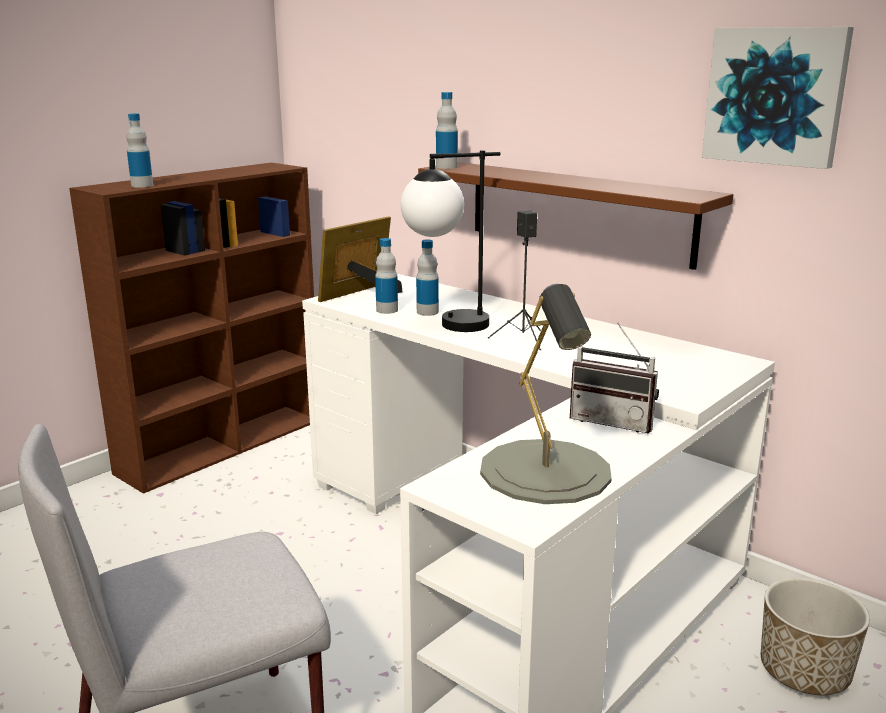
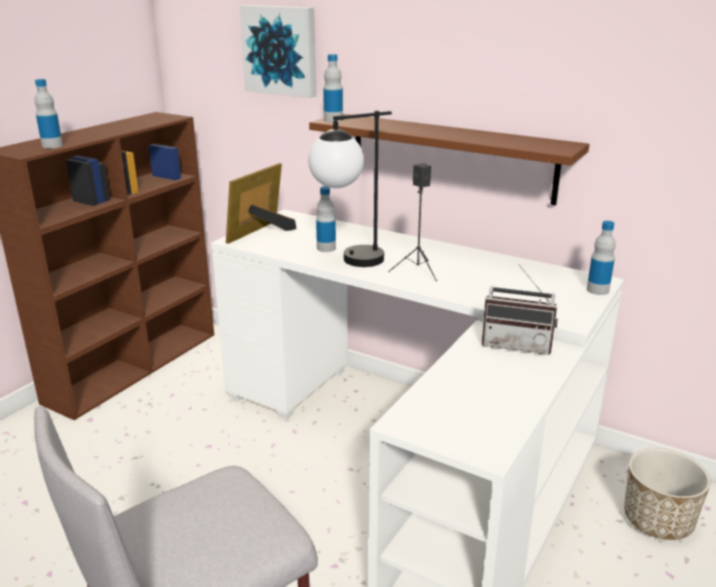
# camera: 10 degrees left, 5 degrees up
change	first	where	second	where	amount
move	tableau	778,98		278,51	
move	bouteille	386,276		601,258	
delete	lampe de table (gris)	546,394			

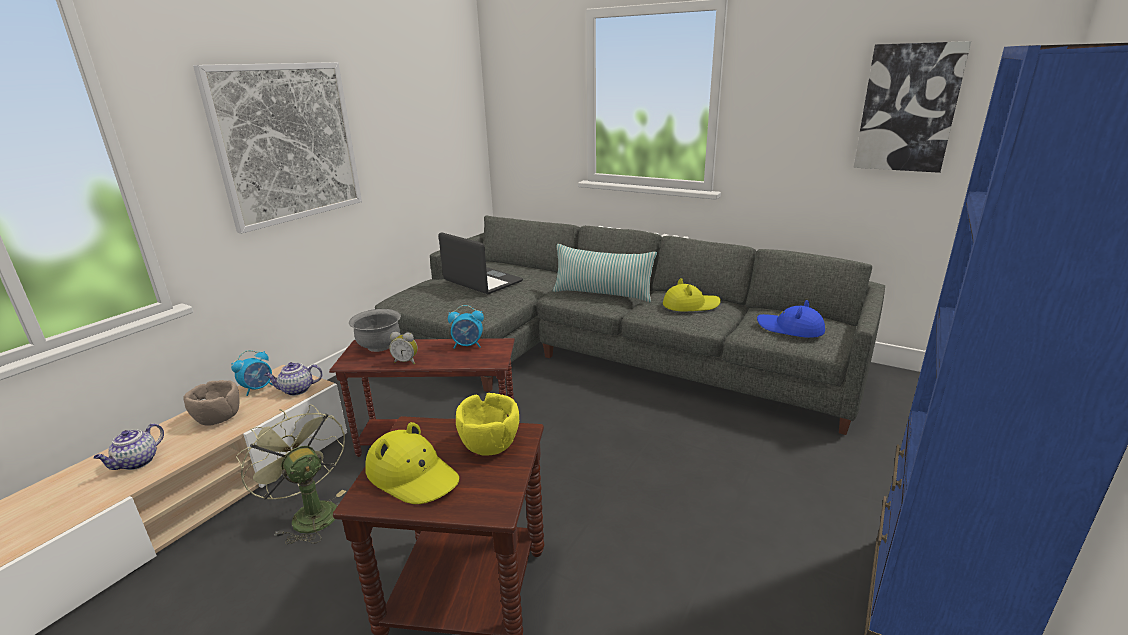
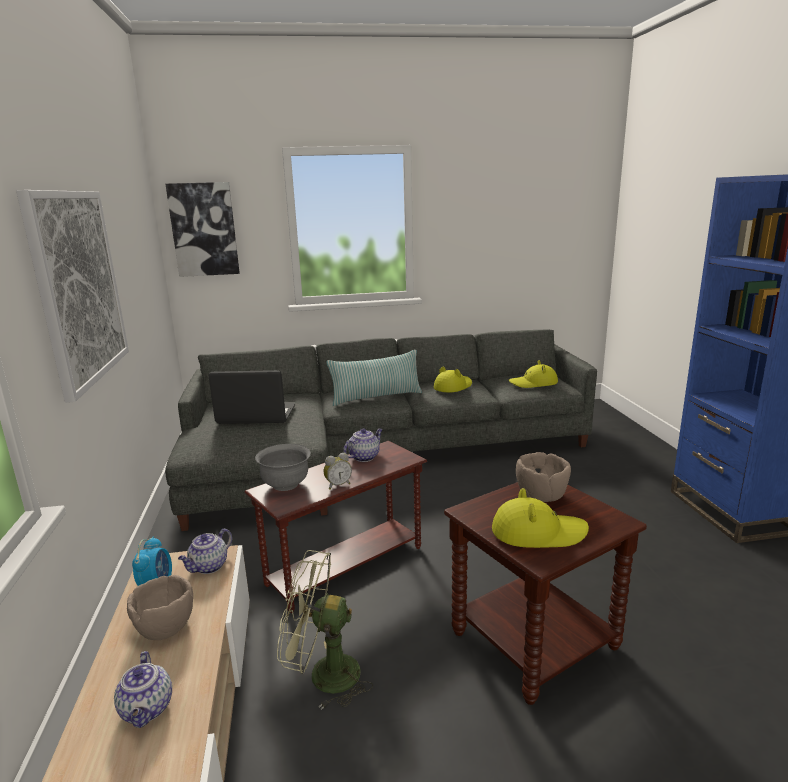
# camera: 40 degrees left, 5 degrees down
change	first	where	second	where	amount
move	tableau	912,107		202,229	
replace	réveil	466,327	théière	363,445	
recolor	chapeau (bleu)	791,319	chapeau (jaune)	533,374	
recolor	bol (jaune)	487,424	bol (marron)	543,477	

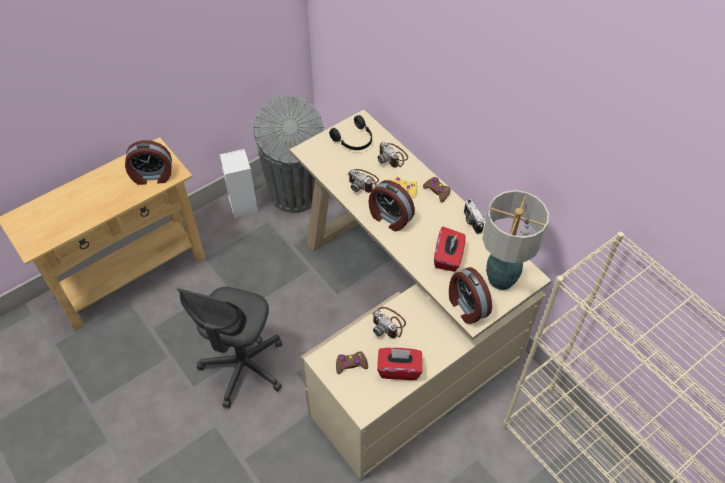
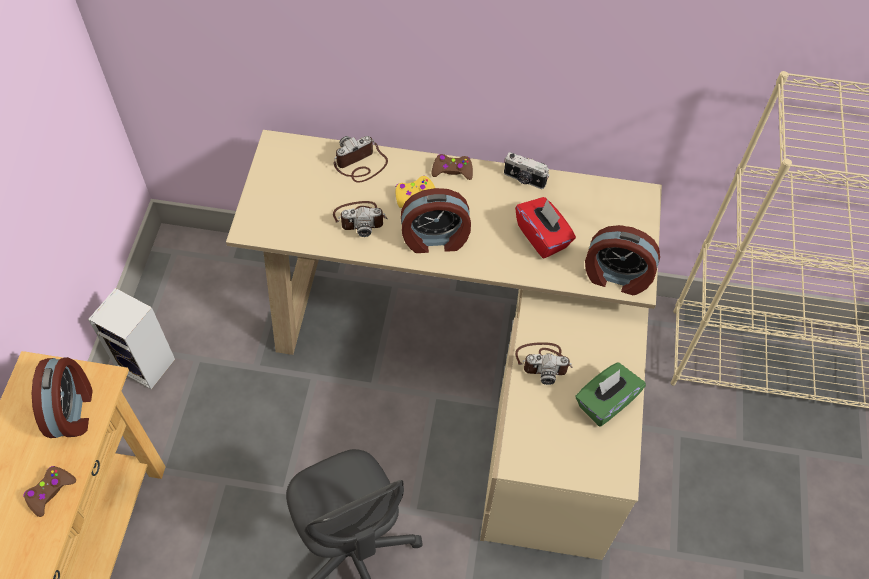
# camera: 45 degrees left, 5 degrees up
change	first	where	second	where	amount
move	manette (marron)	352,362		49,491	
rotate	réveil	148,162		62,397	45 degrees counterclockwise
rotate	appareil photo	393,154		361,159	135 degrees clockwise
recolor	boîte à mouchoirs (rouge)	399,364	boîte à mouchoirs (vert)	610,394	
delete	poubelle (gris)	289,154			
delete	casque audio (noir)	350,132			
delete	lampe de table	515,240			

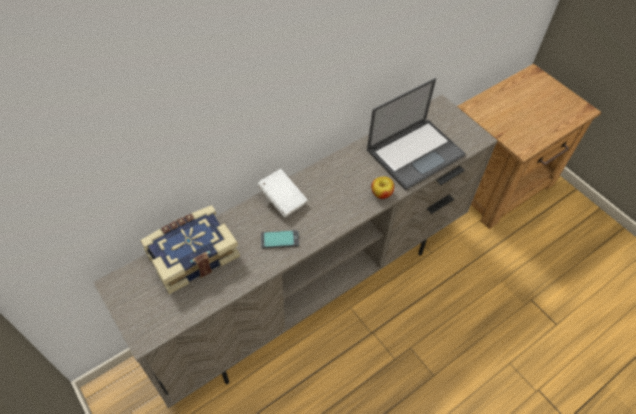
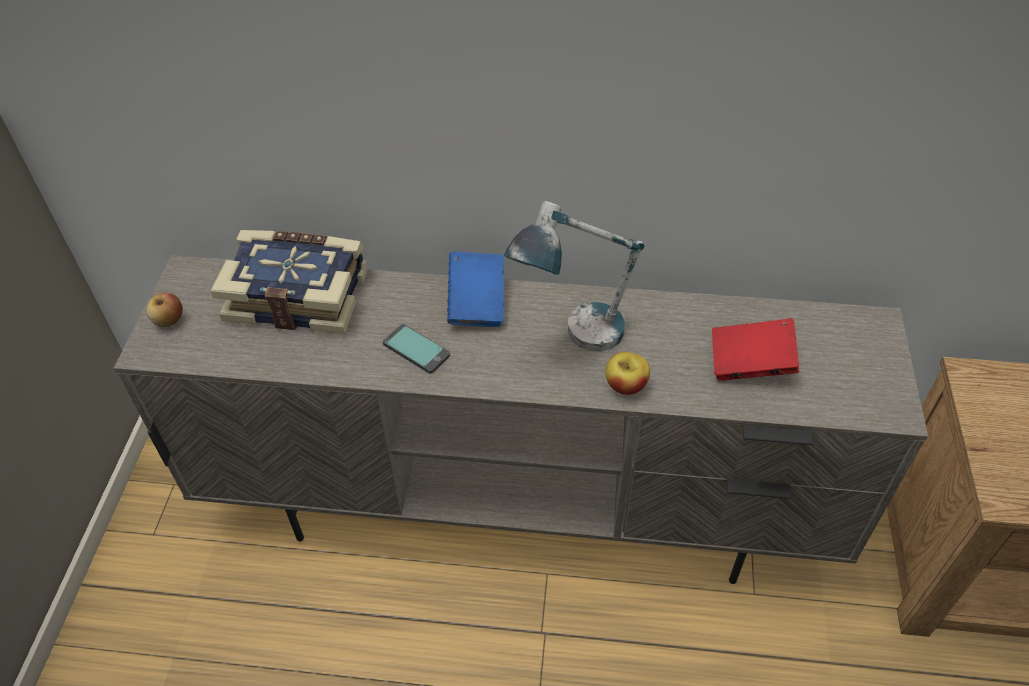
# camera: 45 degrees right, 5 degrees down
change	first	where	second	where	amount
insert			pomme	165,310	
recolor	livre (blanc)	282,193	livre (bleu)	475,289	
insert			lampe de table	574,276	
replace	ordinateur portable	416,134	livre (rouge)	755,349	

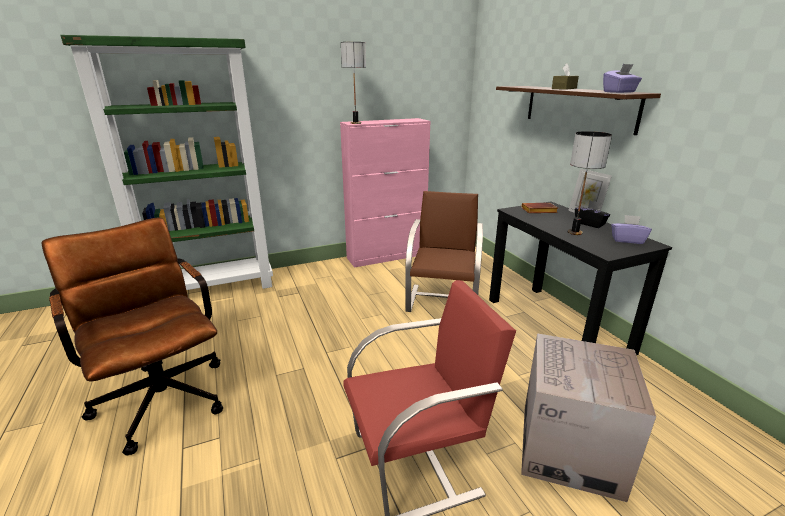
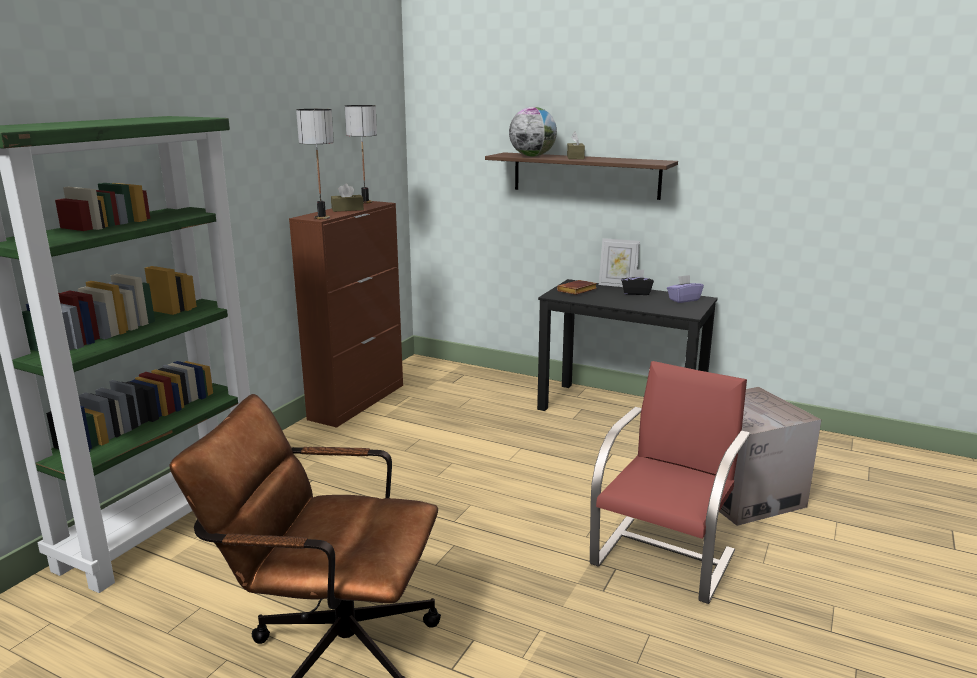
# camera: 40 degrees left, 5 degrees down
change	first	where	second	where	amount
recolor	meuble de rangement (rose)	385,193	meuble de rangement (marron)	346,314	
insert			boîte à mouchoirs (marron)	347,198	
move	lampe de table	590,183		361,154	
insert			globe	533,132	
delete	chaise (marron)	444,251			
delete	boîte à mouchoirs (violet)	622,78			

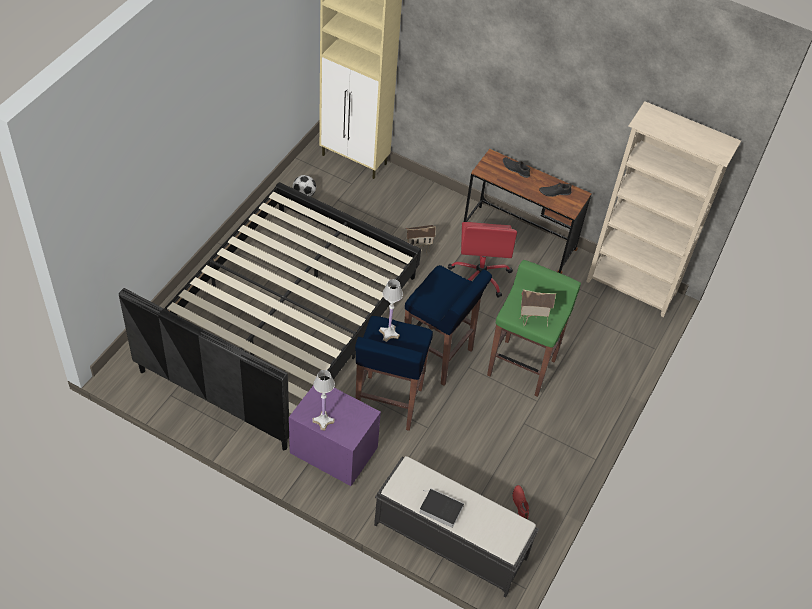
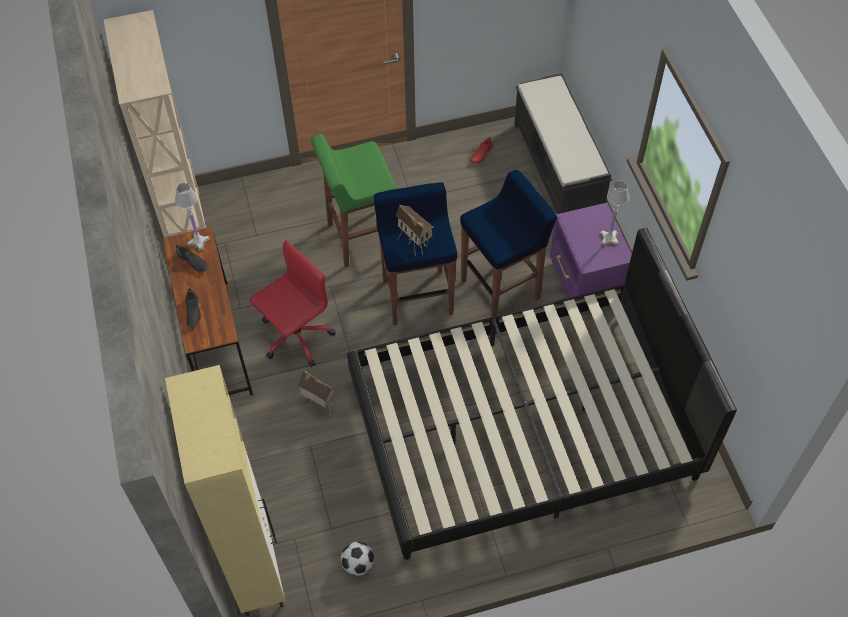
# camera: 130 degrees left, 5 degrees up
change	first	where	second	where	amount
move	lampe de table (blanc)	391,310		193,217	
move	maison miniature	538,308		415,230	
delete	livre	441,508			

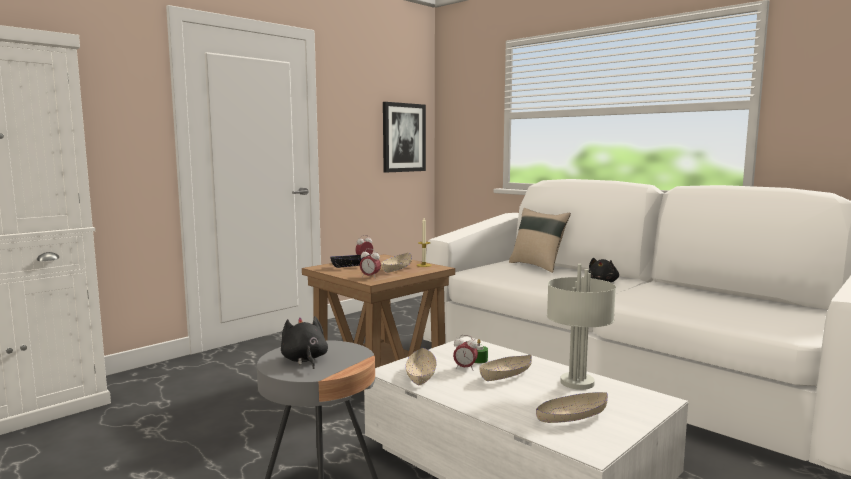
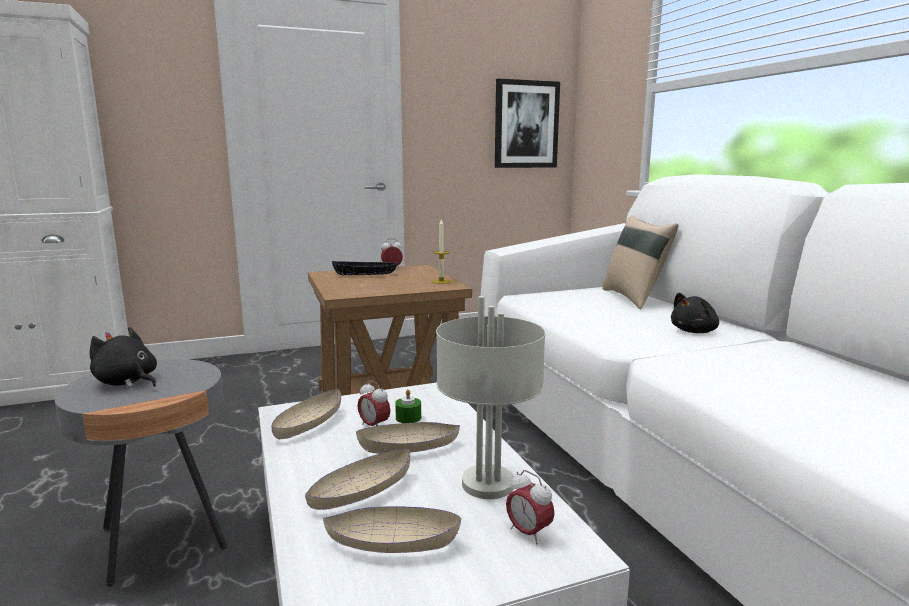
# camera: 25 degrees right, 5 degrees up
change	first	where	second	where	amount
rotate	peluche (noir)	304,342		123,357	60 degrees counterclockwise
move	bol (beige)	396,263		357,479	
move	réveil	370,263		530,507	

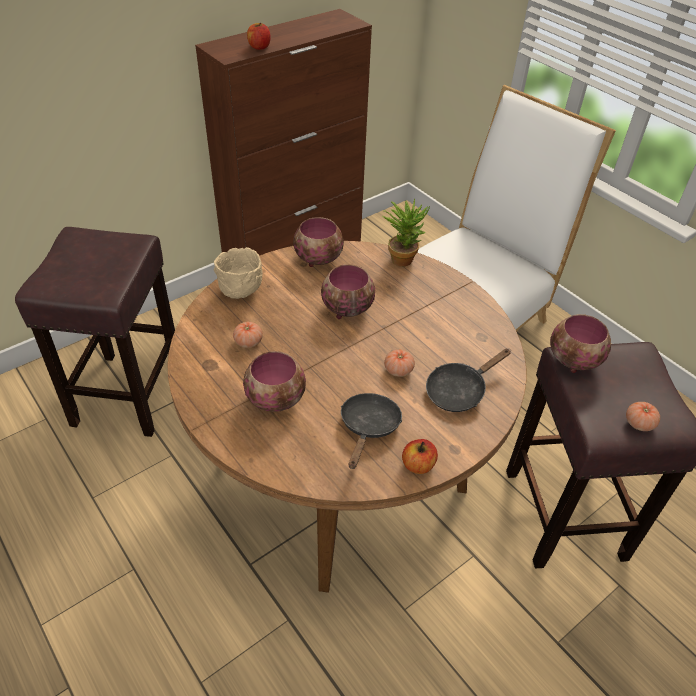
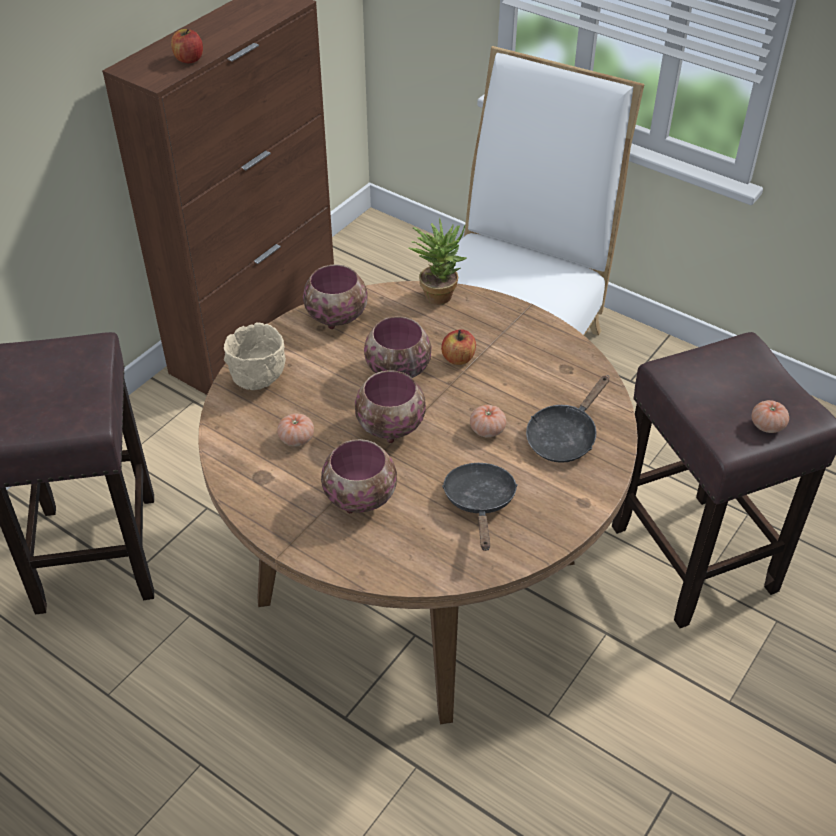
# camera: 15 degrees left, 0 degrees up
change	first	where	second	where	amount
move	bol	580,343		390,406	
move	pomme	420,456		458,347	

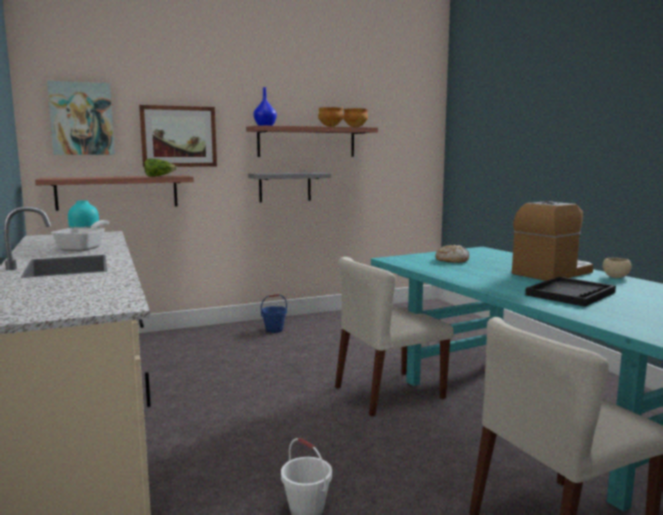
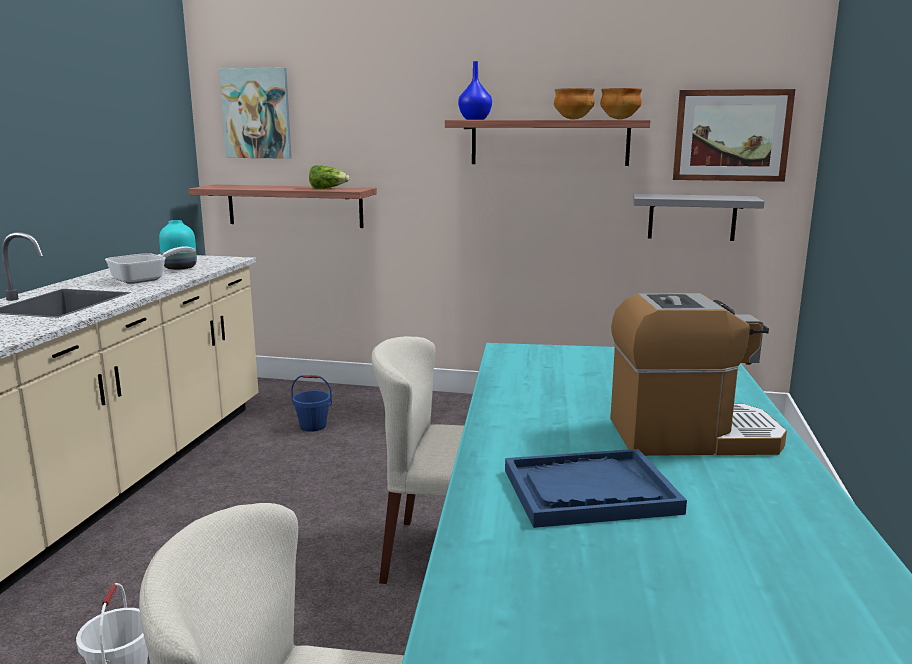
# camera: 35 degrees right, 5 degrees up
change	first	where	second	where	amount
move	seau (bleu)	274,313		311,403	
recolor	plateau (noir)	570,292	plateau (bleu)	596,488	
move	étagère (gris)	289,187		699,217	
move	tableau	178,136		734,135	
delete	pain	452,254			
delete	bol (beige)	617,268			

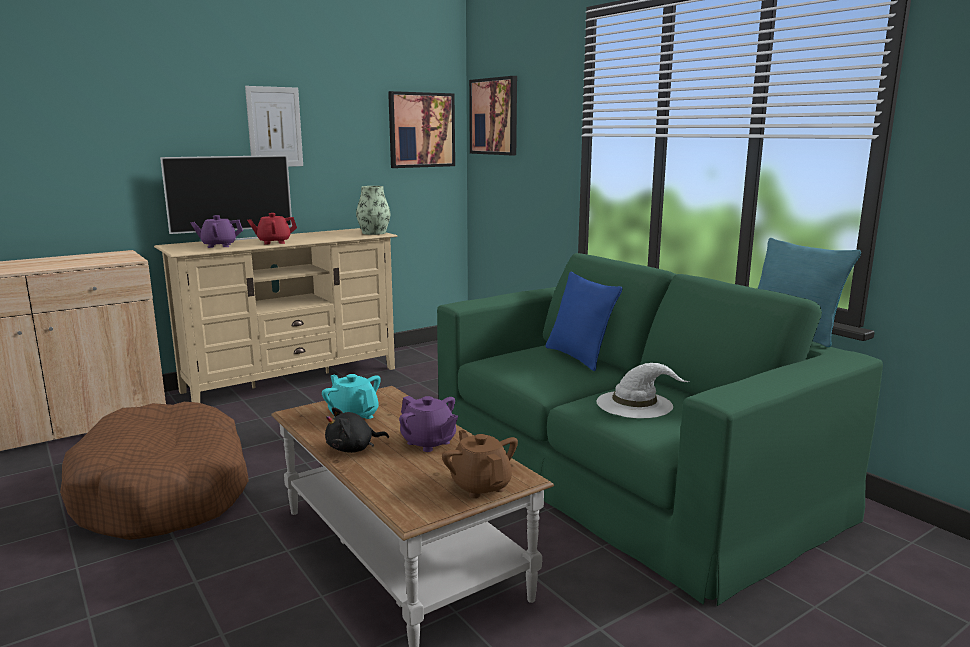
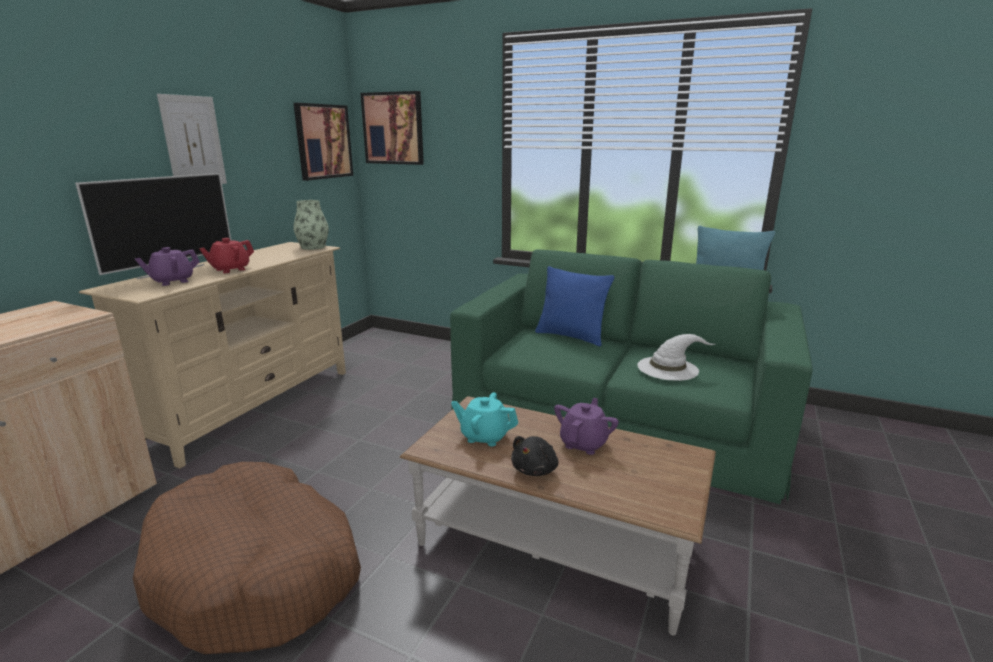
# camera: 30 degrees left, 5 degrees up
change	first	where	second	where	amount
rotate	théière (violet)	428,424		586,426	75 degrees counterclockwise
delete	théière (marron)	480,464			

